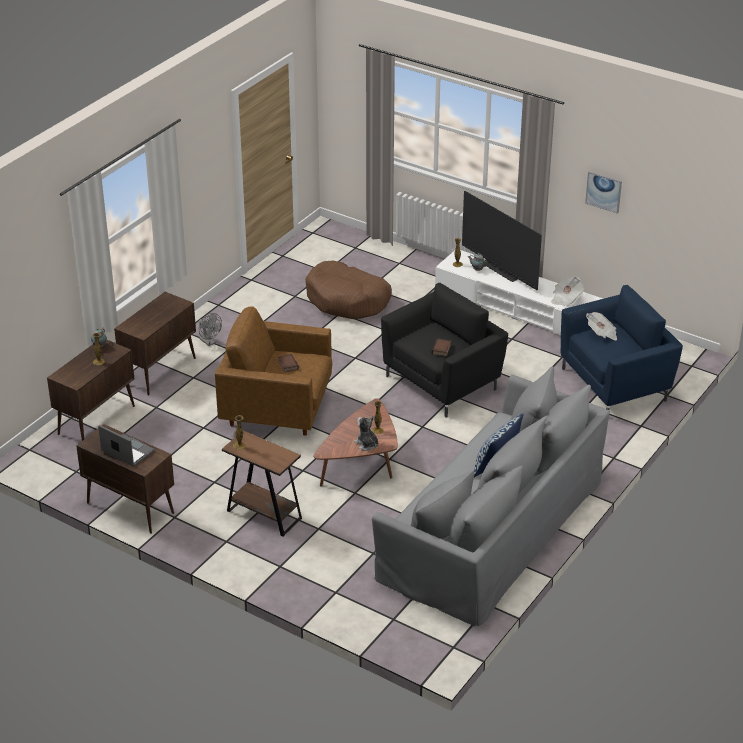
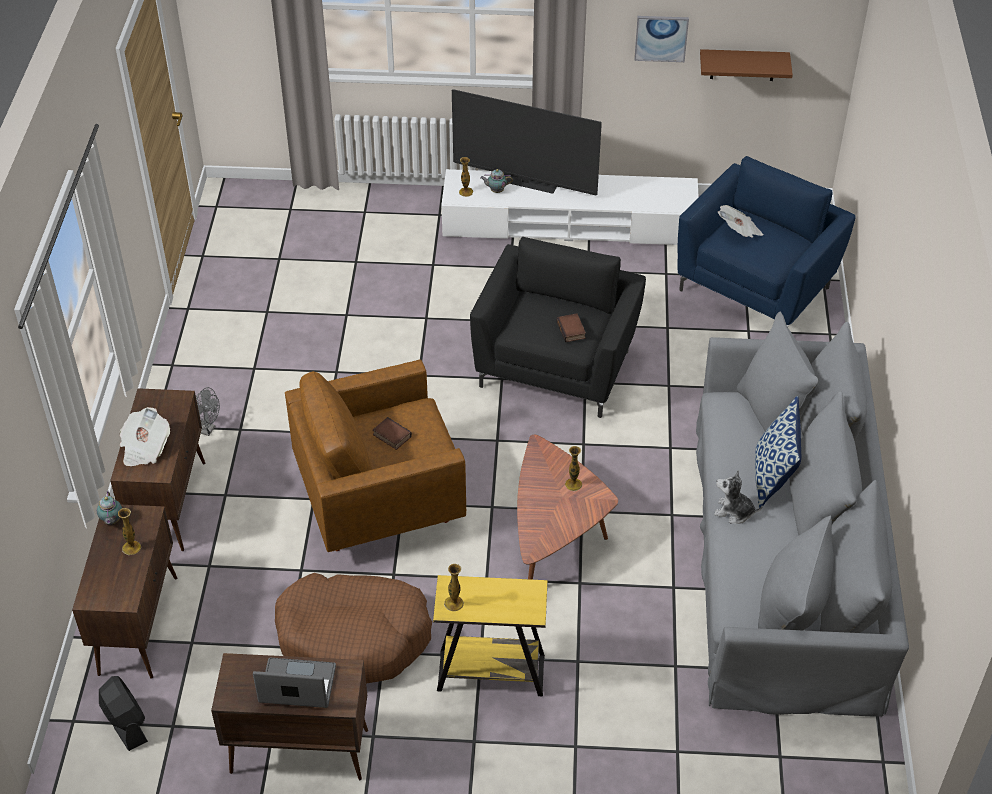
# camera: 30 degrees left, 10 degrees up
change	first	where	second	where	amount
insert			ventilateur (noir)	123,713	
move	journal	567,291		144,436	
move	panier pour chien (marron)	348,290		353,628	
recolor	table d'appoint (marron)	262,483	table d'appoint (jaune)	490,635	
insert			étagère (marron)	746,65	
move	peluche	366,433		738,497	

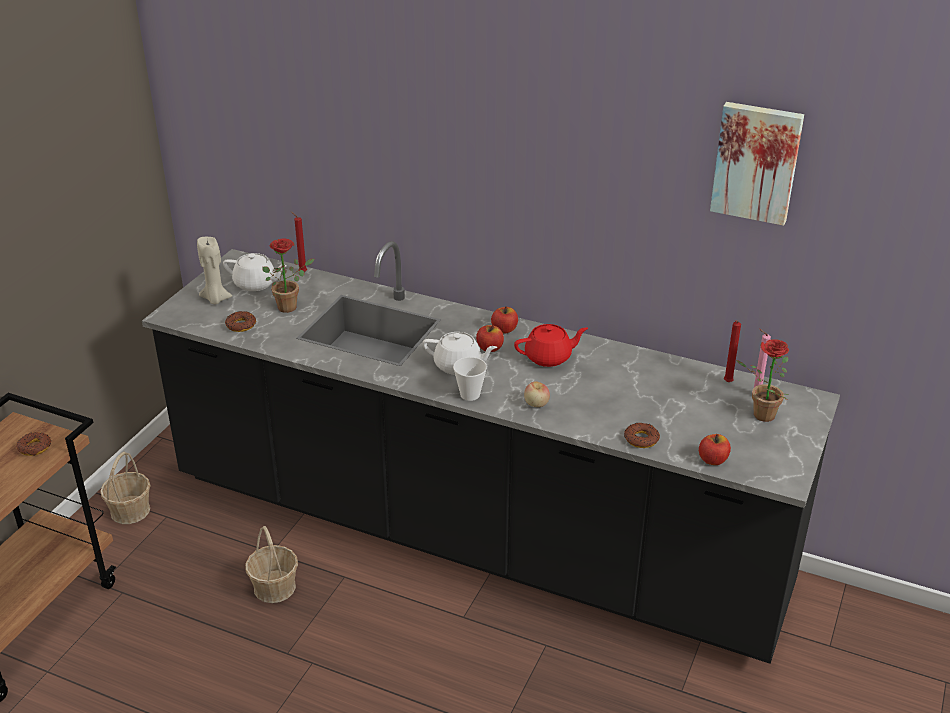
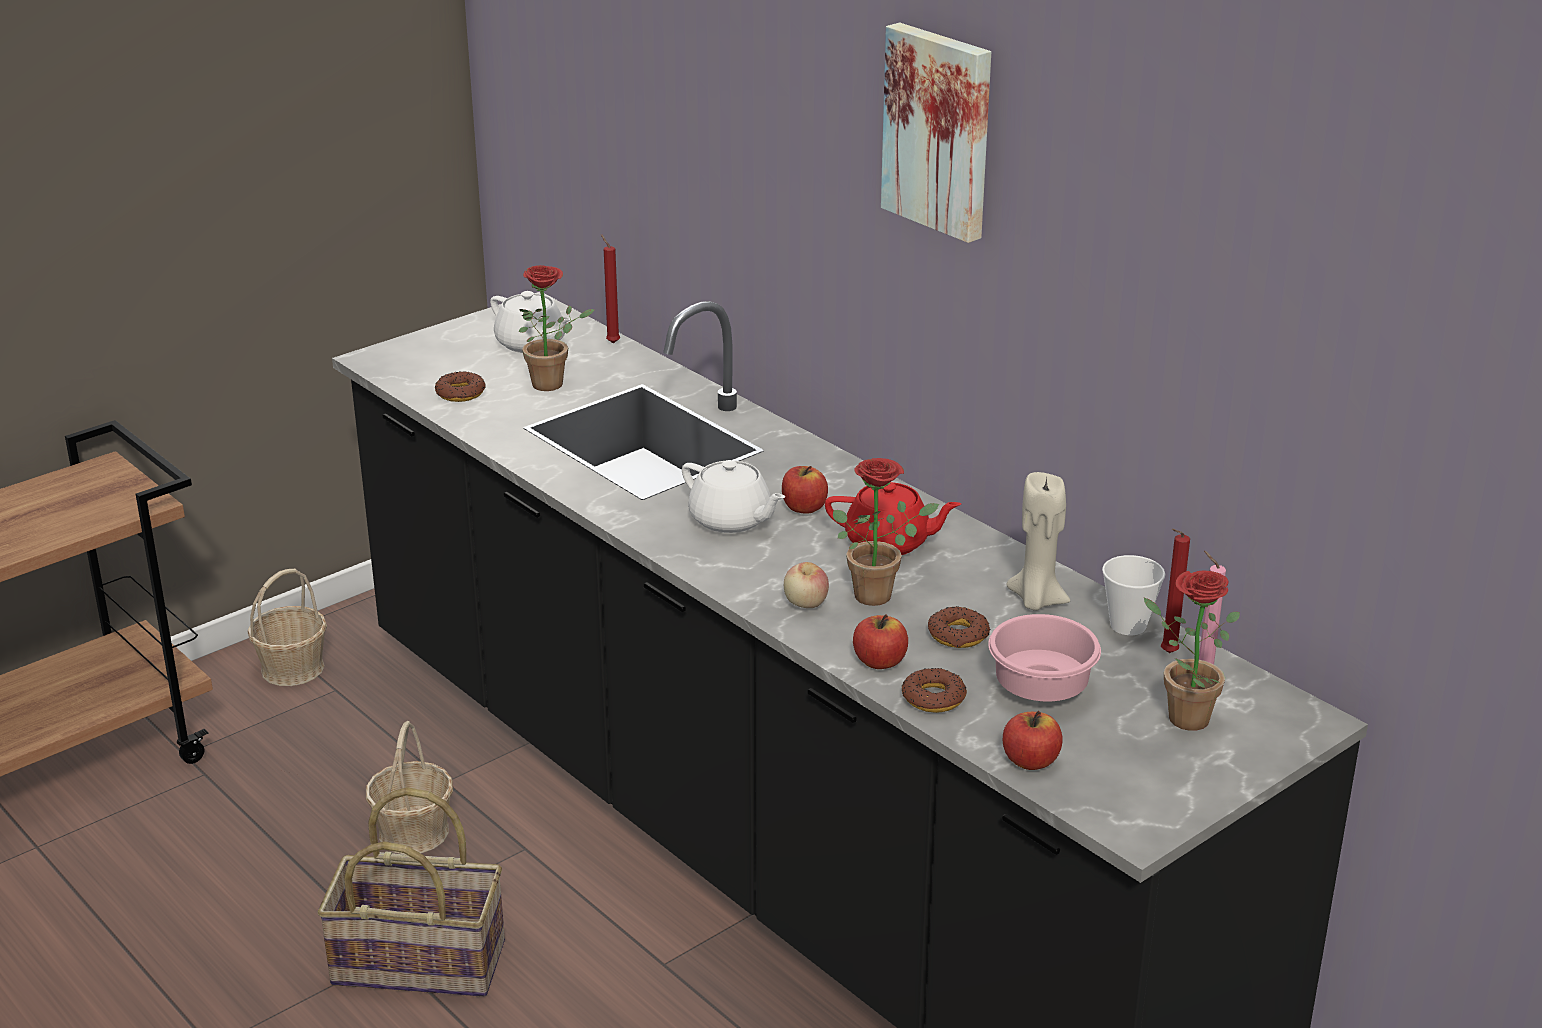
# camera: 25 degrees right, 5 degrees down
change	first	where	second	where	amount
insert			panier	411,892	
insert			plante en pot	886,532	
move	pomme	504,320		880,641	
move	tableau	757,164		936,133	
move	beignet	33,444		959,627	
insert			bol (rose)	1044,658	
move	bougie (beige)	214,270		1038,541	
move	tasse	470,379		1133,595	

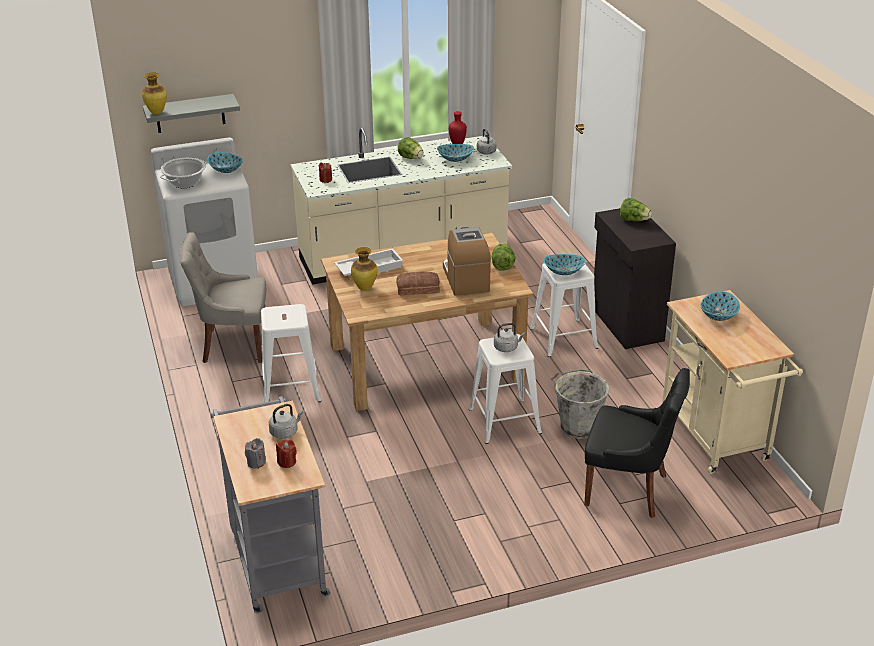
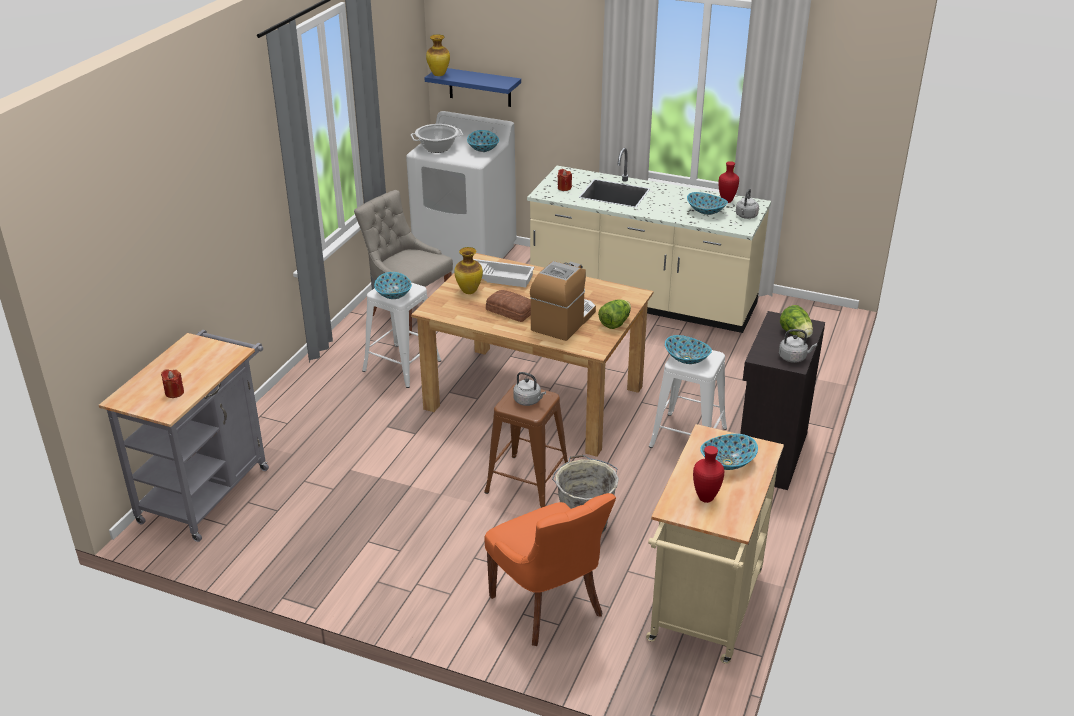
# camera: 40 degrees right, 0 degrees up
change	first	where	second	where	amount
insert			bol	393,285	
recolor	étagère (gris)	191,113	étagère (bleu)	472,87	
recolor	tabouret (blanc)	505,389	tabouret (marron)	526,446	
recolor	chaise (noir)	637,443	chaise (orange)	550,569	
insert			vase (rouge)	708,474	
move	bouilloire (gris)	286,421		798,346	
delete	bougie (gris)	255,453			
delete	laitue	411,148			

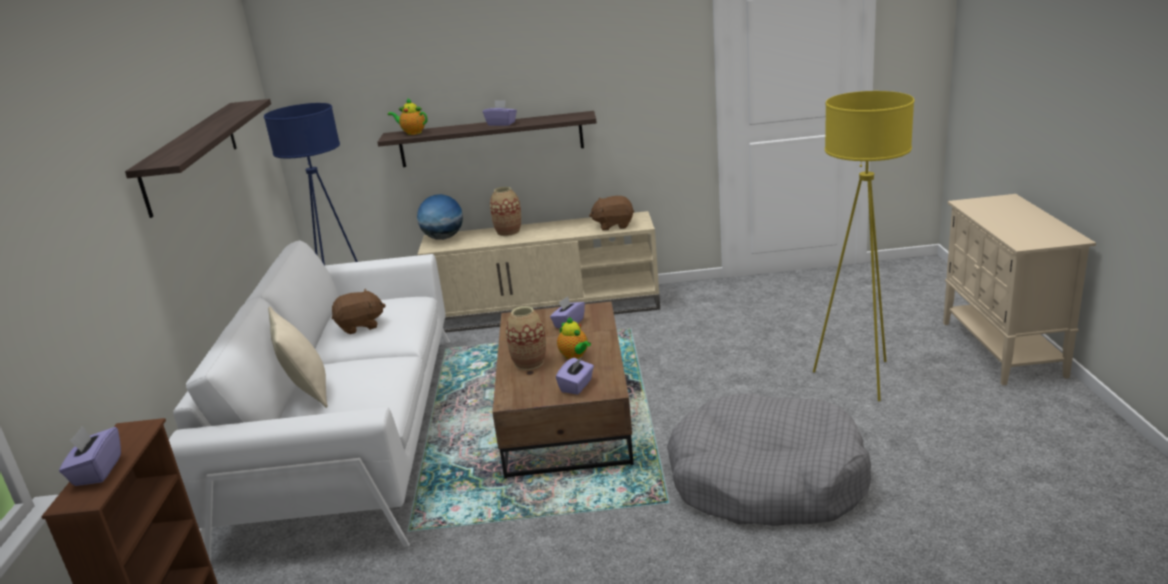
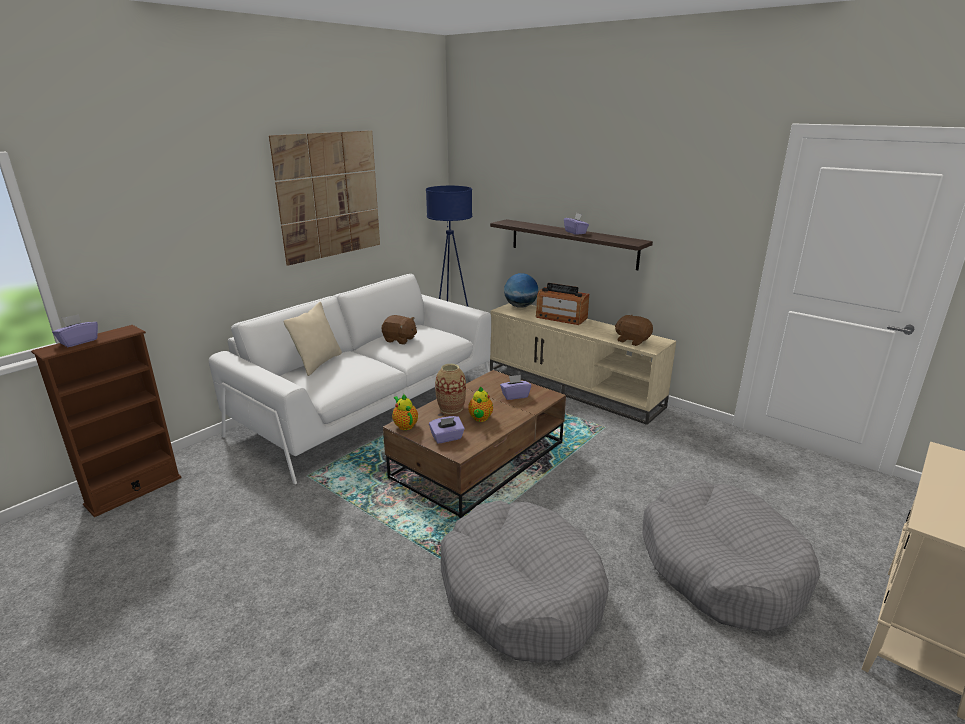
# camera: 40 degrees right, 0 degrees up
change	first	where	second	where	amount
replace	étagère	198,158	tableau	324,198	
move	théière	407,116		405,412	
replace	vase	505,211	radio	562,304	
replace	lampadaire (jaune)	863,246	panier pour chien (gris)	731,556	

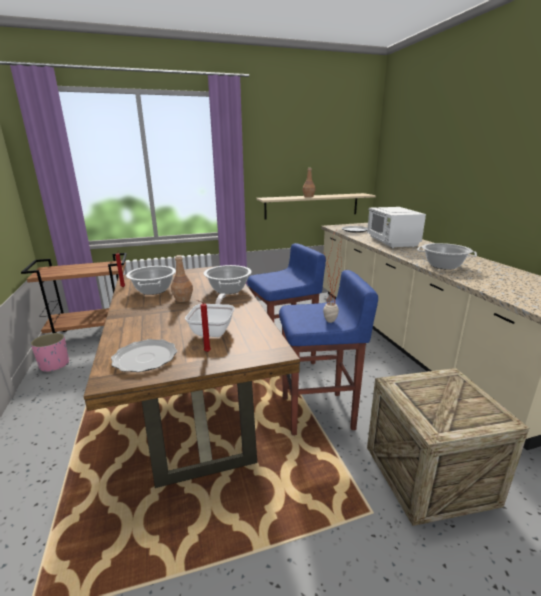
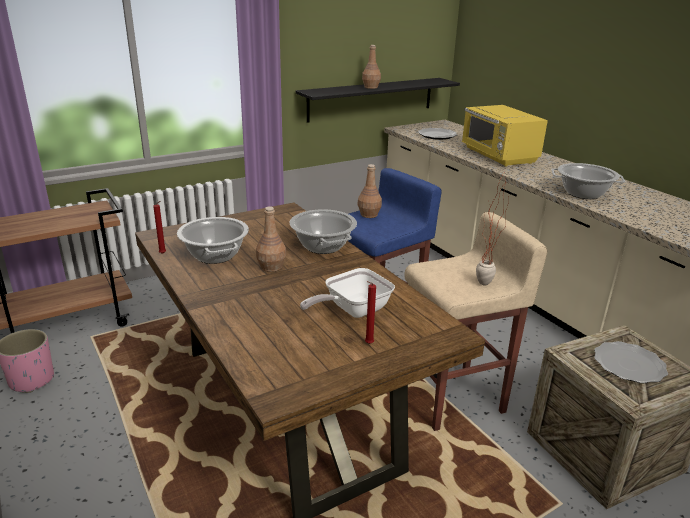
# camera: 15 degrees left, 5 degrees up
change	first	where	second	where	amount
recolor	étagère (beige)	316,206	étagère (noir)	378,100	
rotate	poêle	210,315		347,293	120 degrees counterclockwise
insert			bouteille (marron)	369,191	
recolor	tabouret (bleu)	328,352	tabouret (beige)	476,321	
recolor	micro-ondes (blanc)	396,227	micro-ondes (jaune)	505,136	
move	assiette	144,355		631,362	

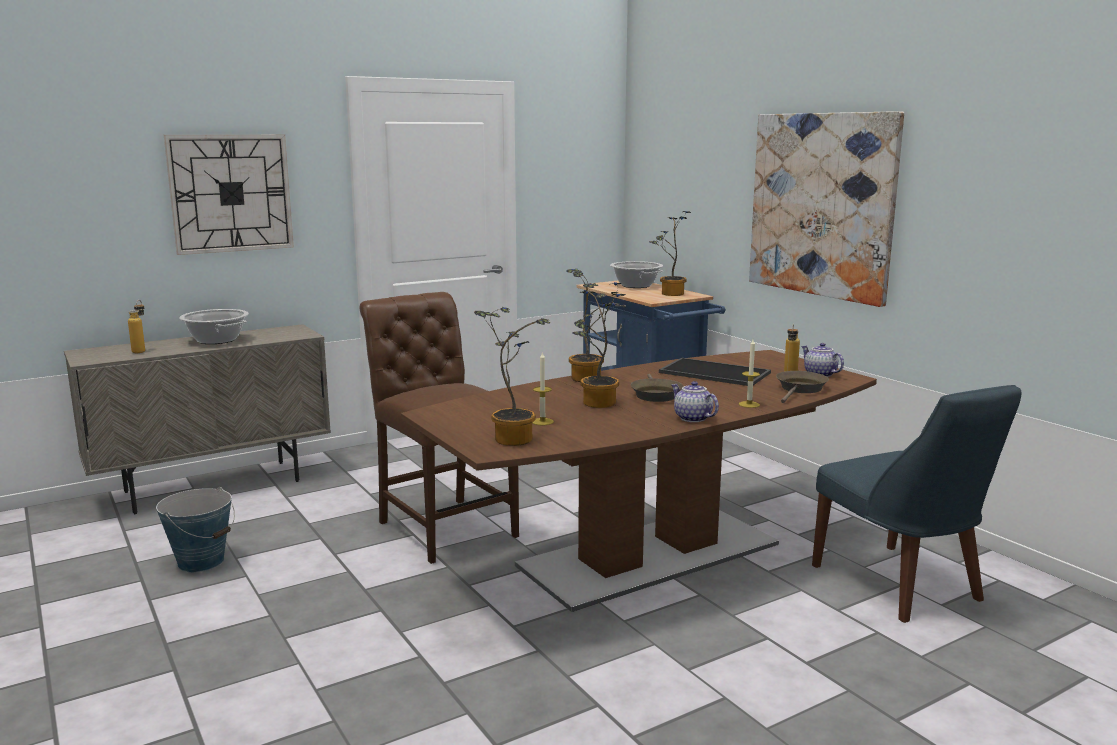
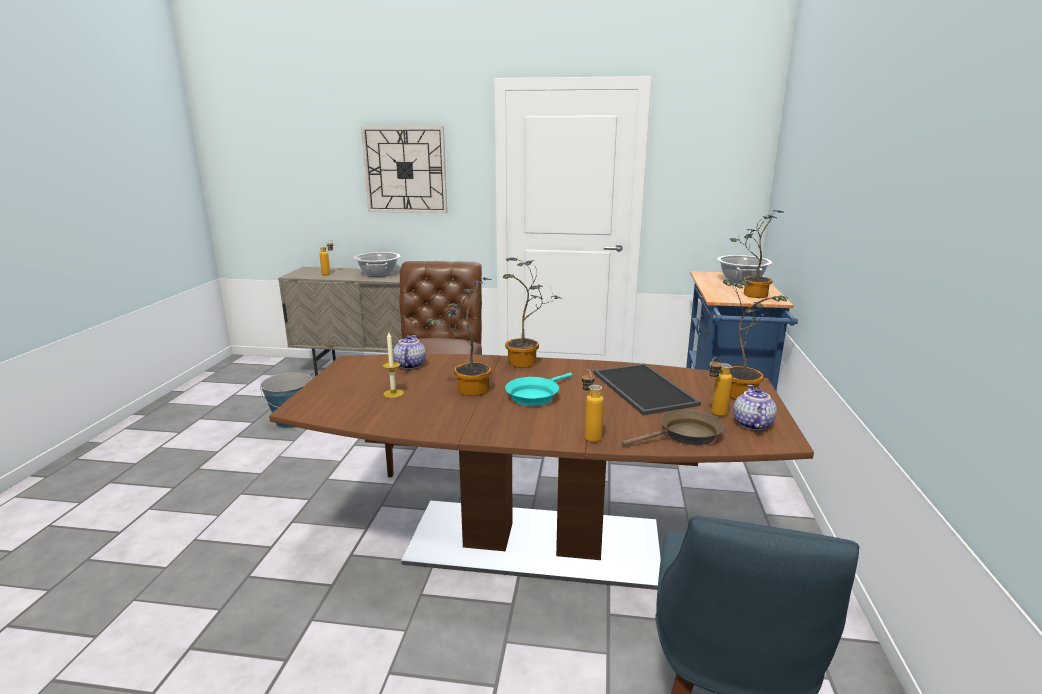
# camera: 40 degrees right, 5 degrees up
change	first	where	second	where	amount
move	théière	695,401		409,352	
recolor	poêle (marron)	656,388	poêle (turquoise)	538,389	
replace	bougie	749,374	bouteille	593,405	
move	plante en pot	512,376		755,339	
delete	tableau	826,209			

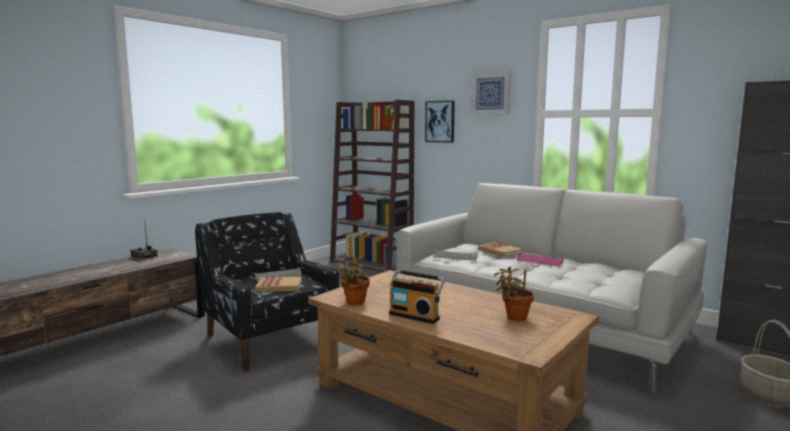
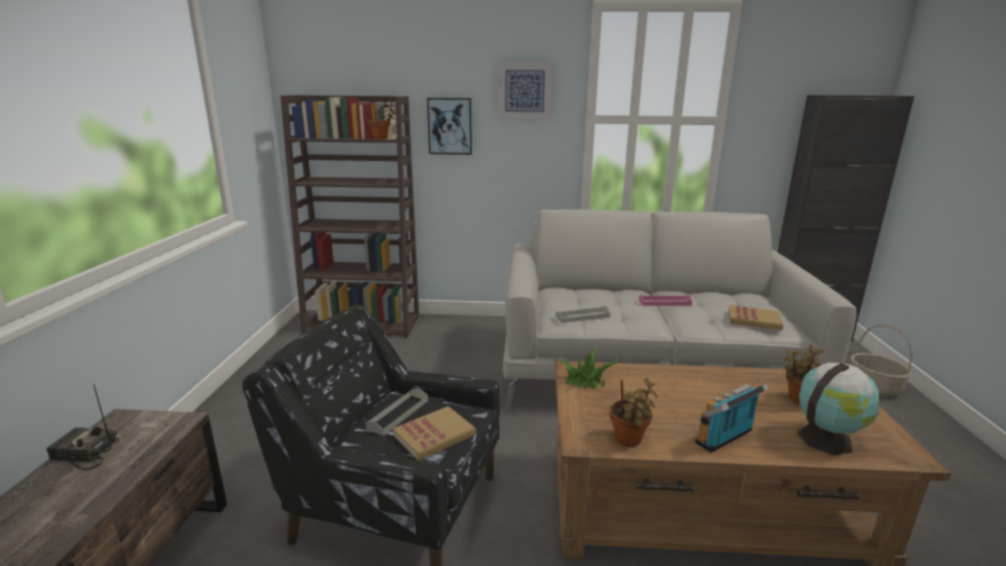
# camera: 35 degrees left, 10 degrees up
change	first	where	second	where	amount
insert			plante en pot	588,367	
rotate	radio	417,297		732,418	150 degrees clockwise
move	livre	501,249		756,317	
insert			globe	838,408	

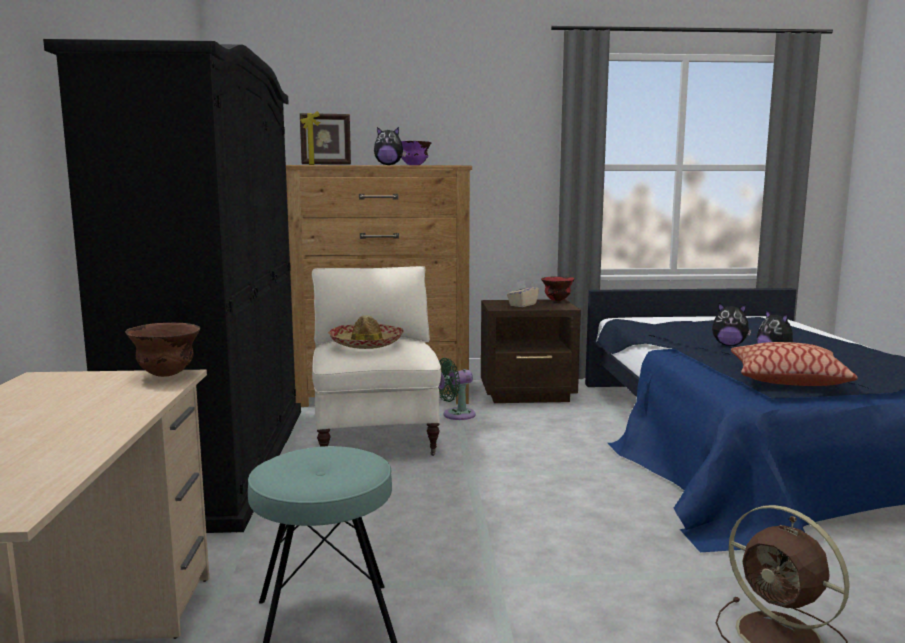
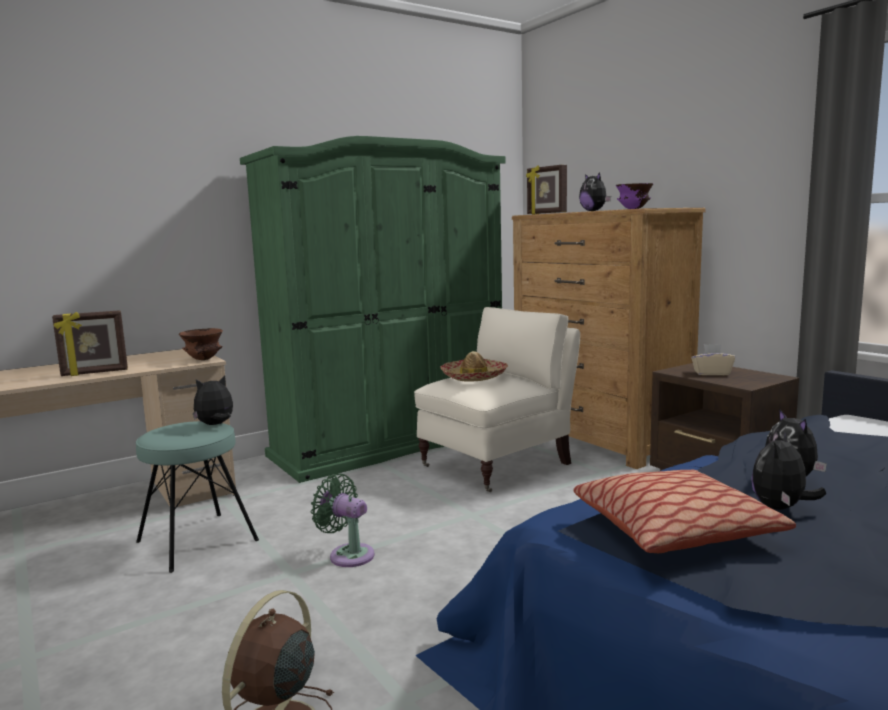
# camera: 60 degrees right, 0 degrees up
change	first	where	second	where	amount
insert			cadre photo	90,343	
insert			peluche	213,400	
recolor	armoire (noir)	172,286	armoire (vert)	373,309	
move	ventilateur (vert)	457,389		343,520	
delete	bol (rouge)	558,288			

